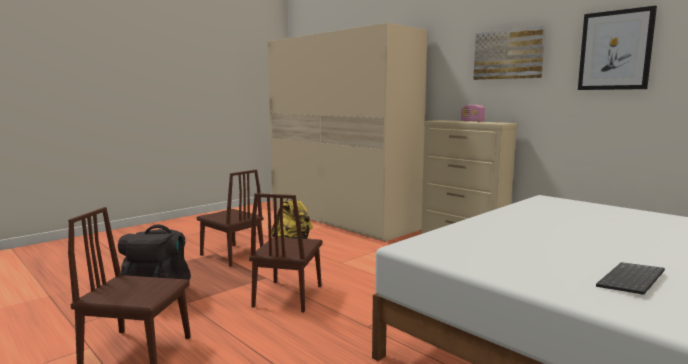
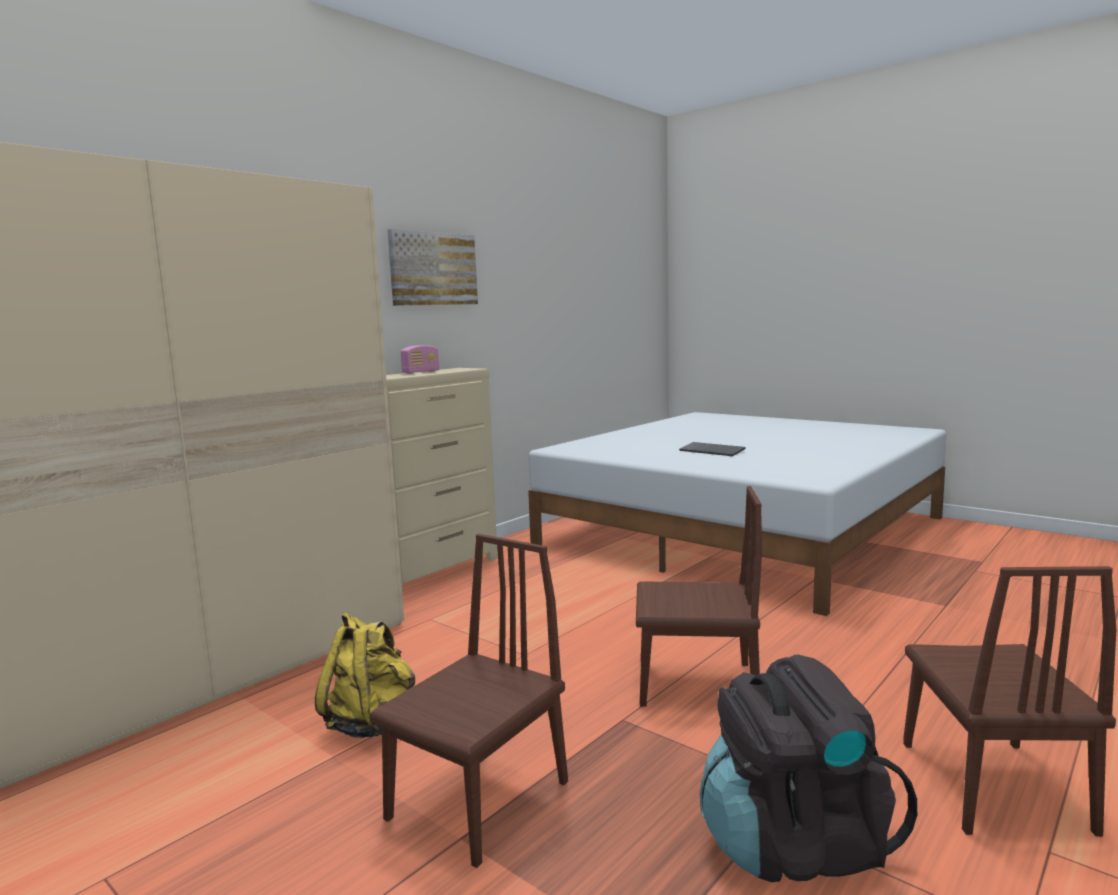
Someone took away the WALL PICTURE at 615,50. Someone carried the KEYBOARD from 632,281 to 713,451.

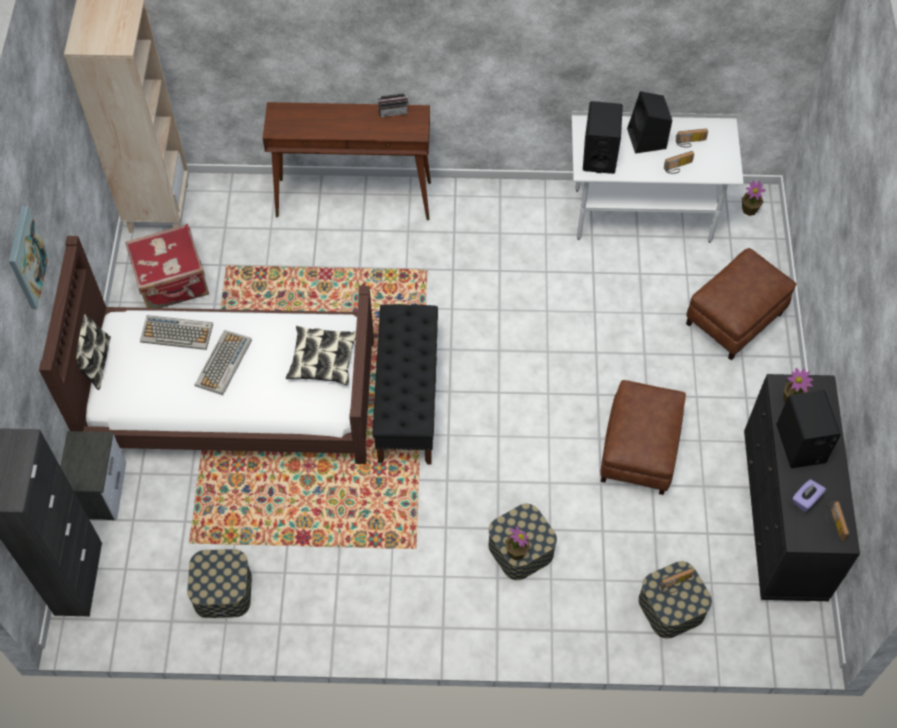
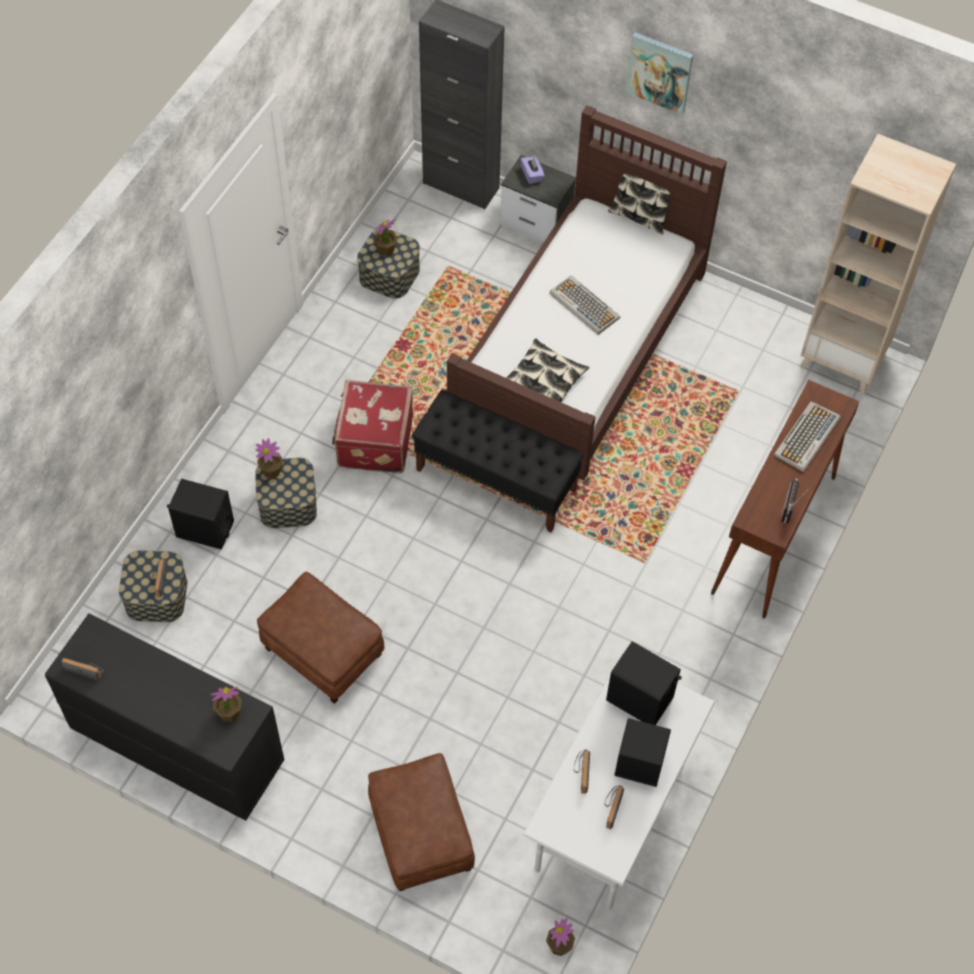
Someone carried the RED TRAVEL CASE from 173,283 to 373,441. Someone carried the KEYBOARD from 177,333 to 807,438. Someone carried the BLACK LOUDSPEAKER from 800,444 to 205,529. Someone carried the PURPLE-COLOURED BOX OF TISSUES from 805,499 to 532,175. Someone put down the HOUSEPLANT at 386,249.

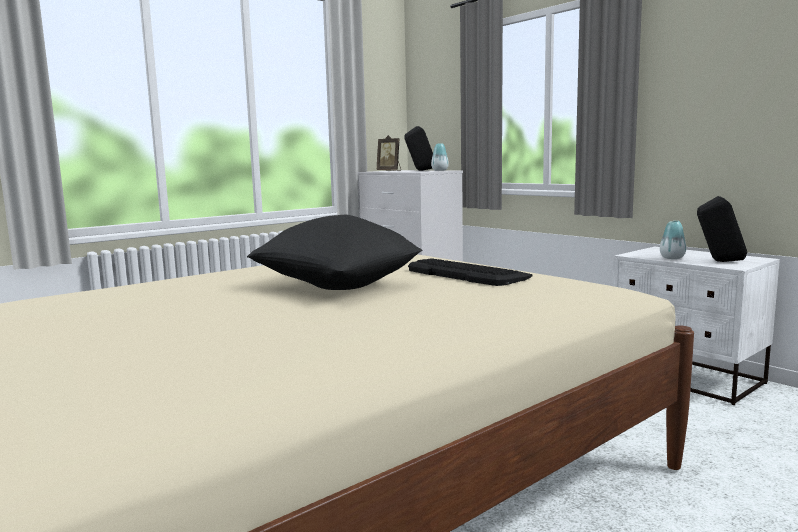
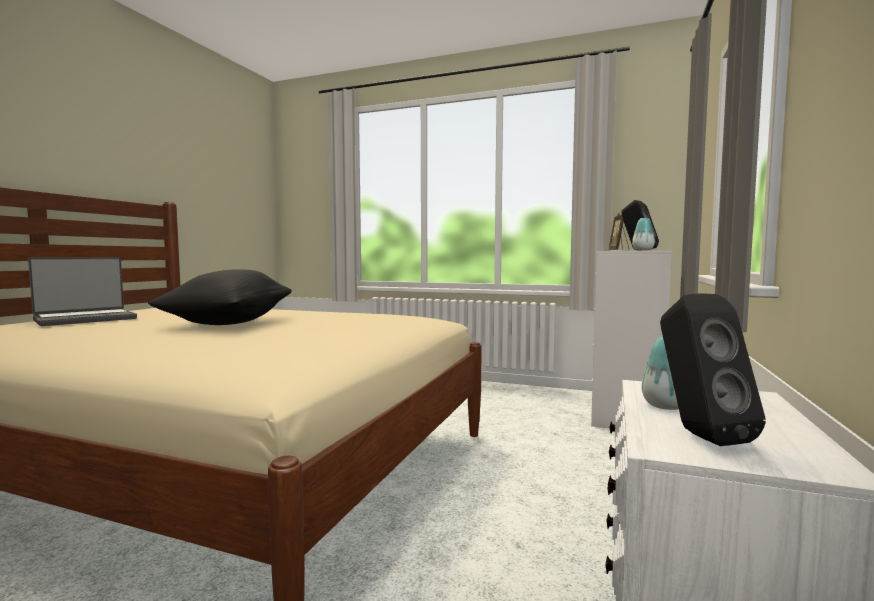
Someone took away the KEYBOARD at 467,273. Someone put down the PORTABLE COMPUTER at 85,319.

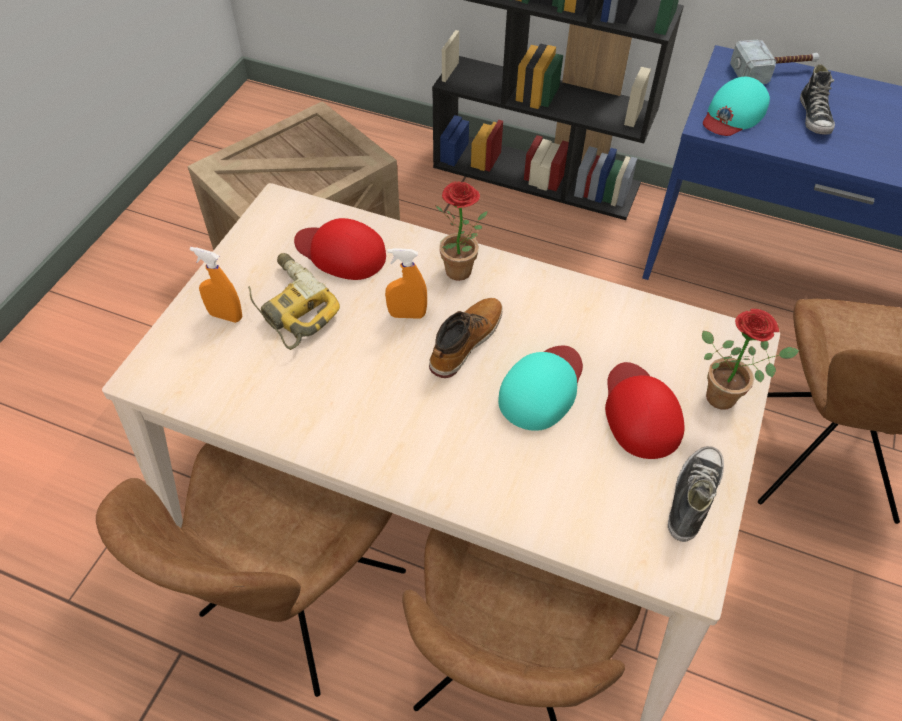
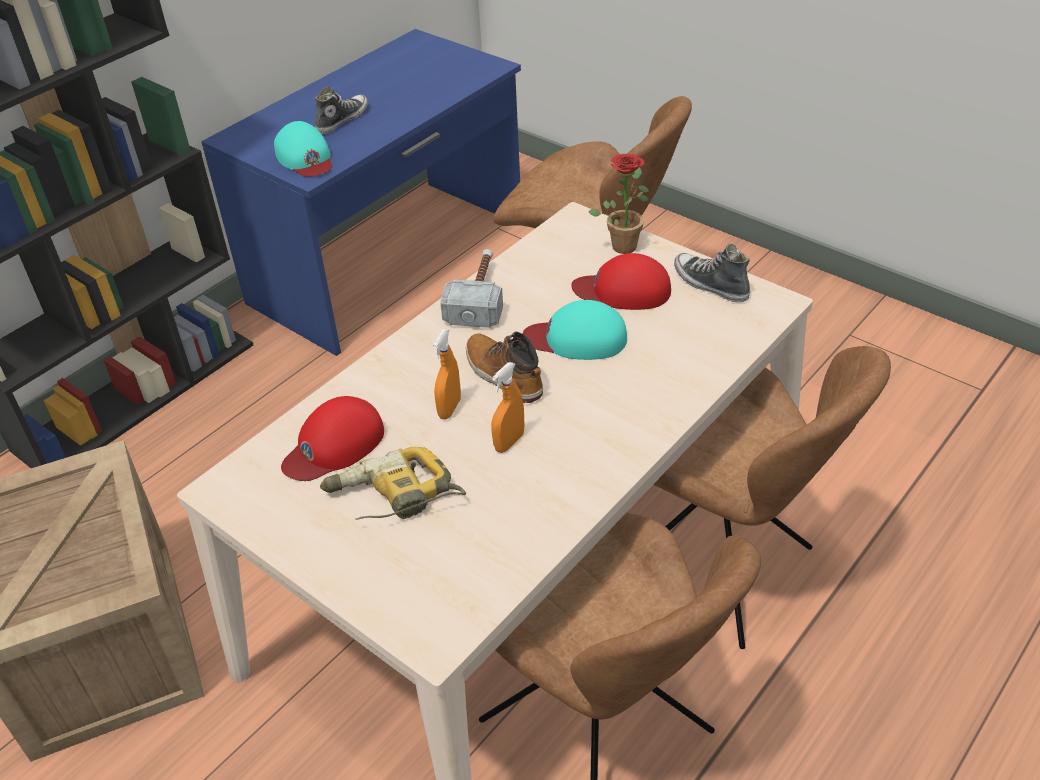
Someone carried the TOOL HAMMER from 773,71 to 479,296. Someone rotated the ITEM OF FOOTWEAR at 814,117 by 75 degrees counterclockwise. Someone took away the HOUSEPLANT at 461,275. Someone carried the ORANGEY SPRAY BOTTLE from 225,316 to 509,442. Someone rotated the TURQUOISE BASEBALL CAP at 542,388 by 45 degrees counterclockwise.

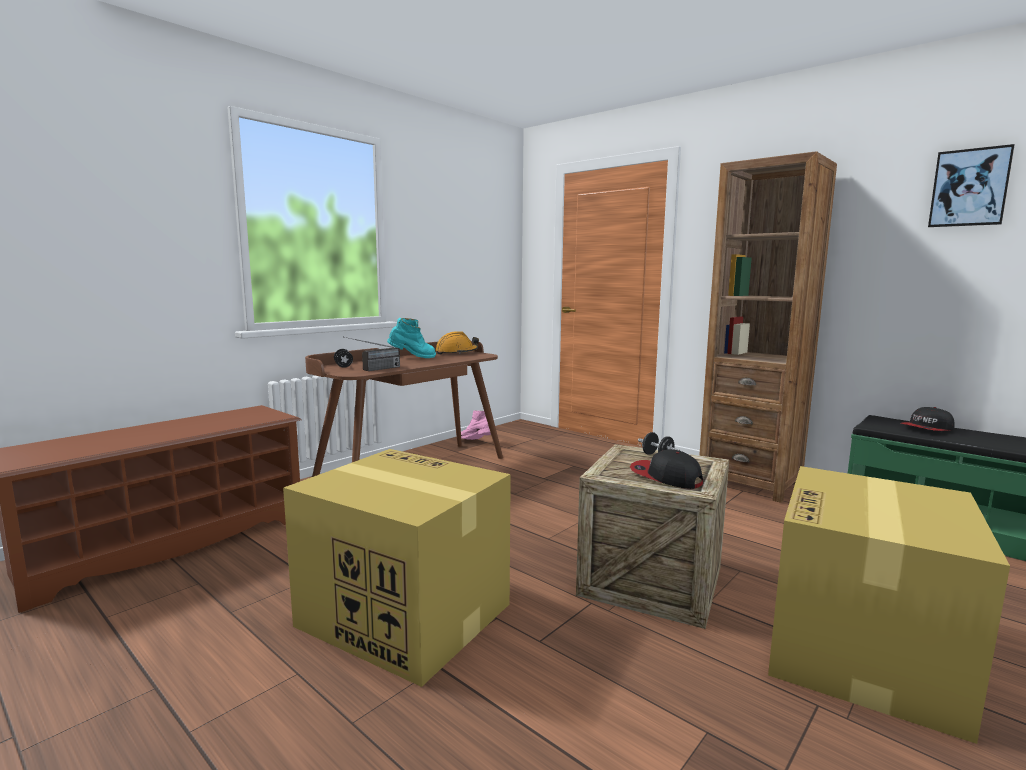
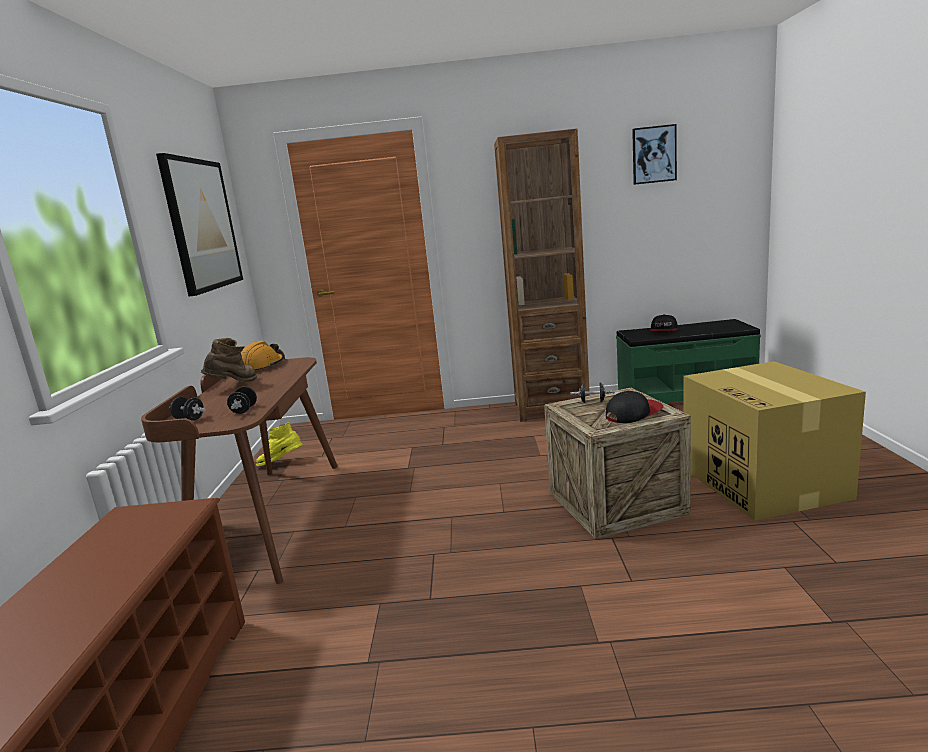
Someone repainted the TURQUOISE TALL BOOT at 412,358, which became the BROWN TALL BOOT at 234,386. Someone swapped the RADIO at 373,369 for the BLACK HAND WEIGHT at 244,410. Someone repainted the PINKISH TALL BOOT at 476,442, which became the YELLOW-COLOURED TALL BOOT at 281,463. Someone took away the CARDBOARD BOX at 402,614. Someone rotated the BASEBALL CAP at 665,477 by 150 degrees clockwise. Someone put up the WALL PICTURE at 202,225.

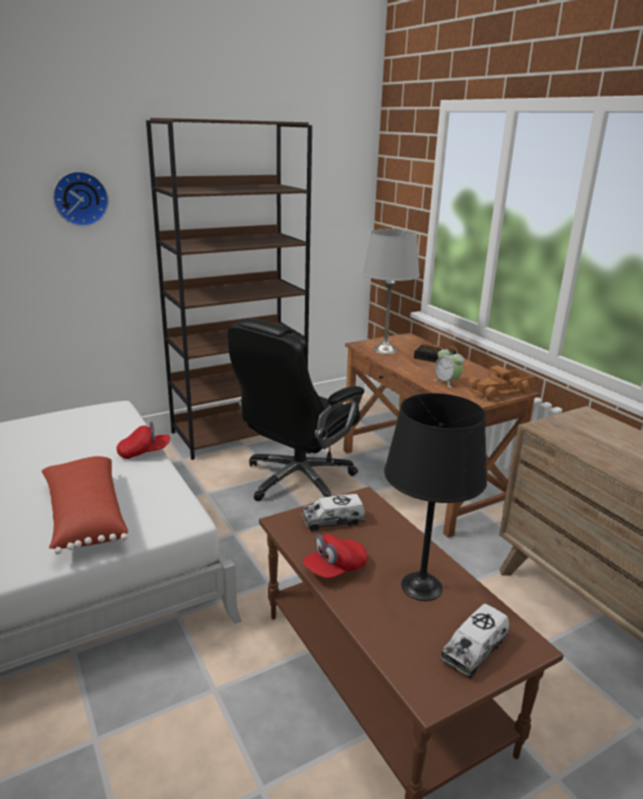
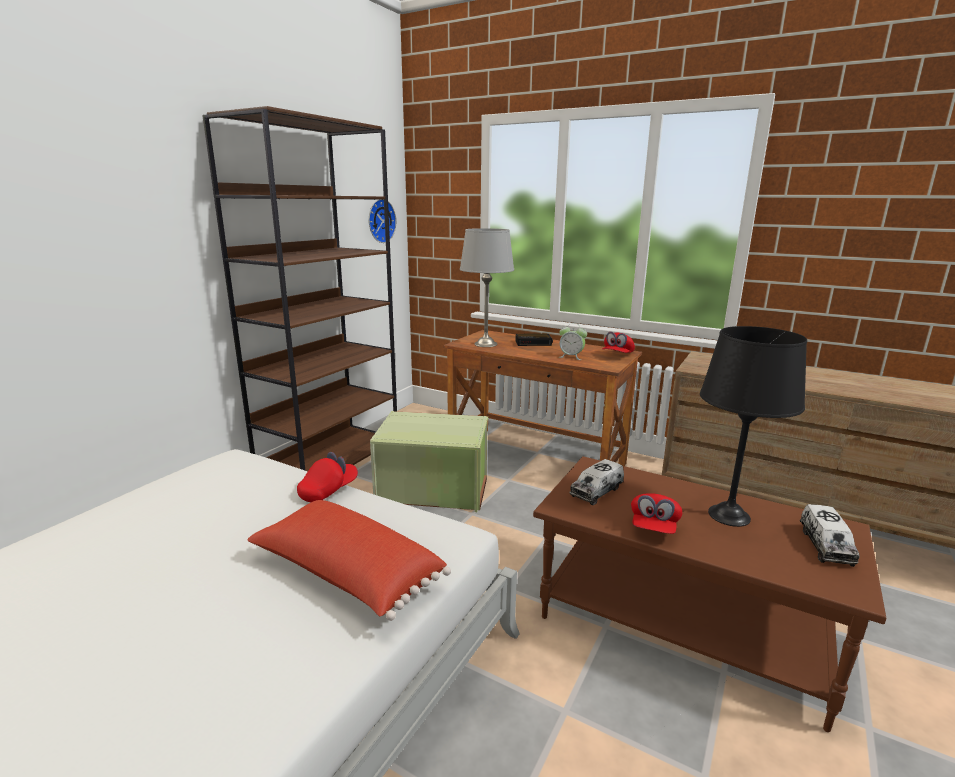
Someone carried the CLOCK ON THE WALL from 80,198 to 380,221. Someone swapped the BLACK DESK CHAIR at 297,480 for the GREENISH STORAGE BIN at 433,490. Someone swapped the TOY LORRY at 501,391 for the RED BASEBALL CAP at 617,355.

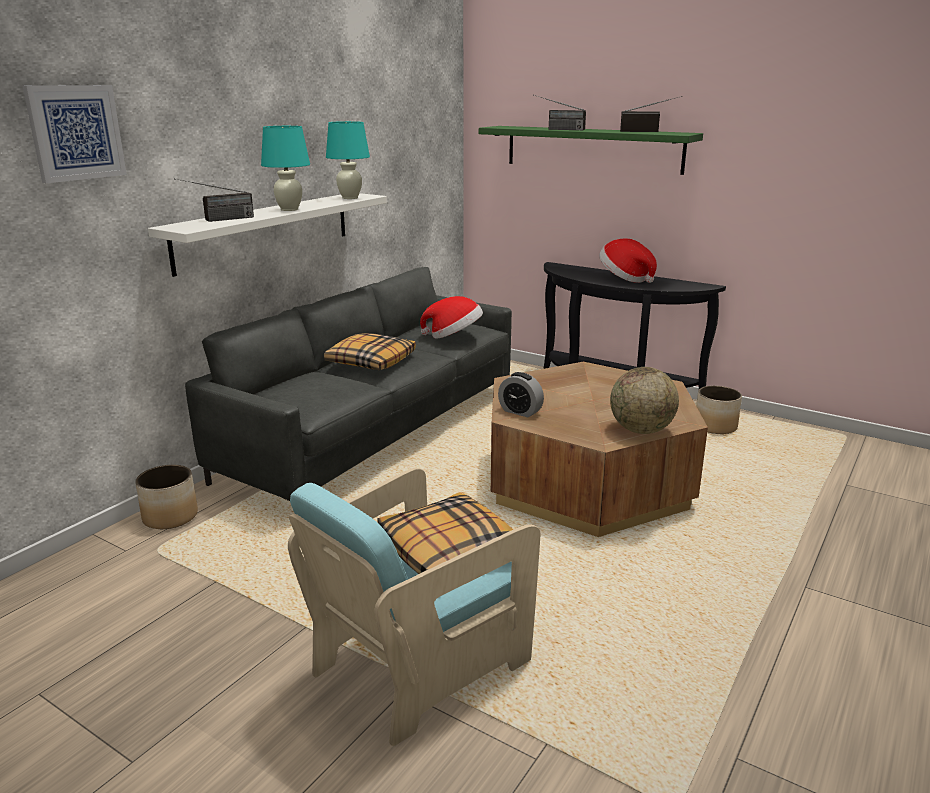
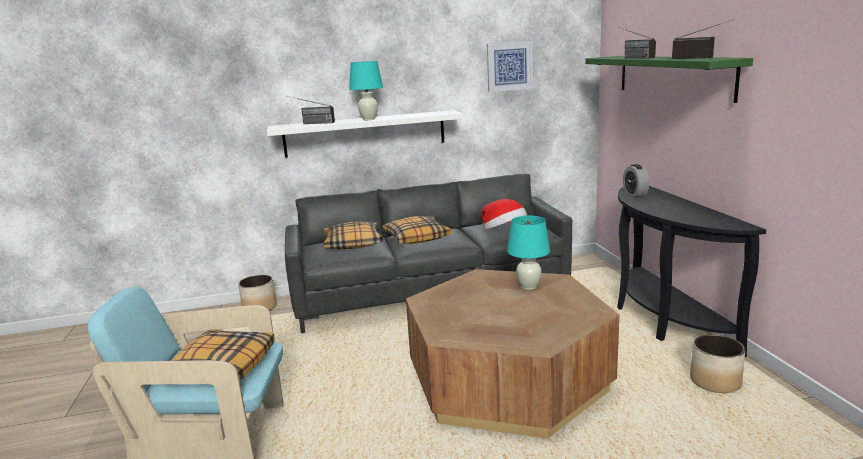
Someone carried the WALL PICTURE from 75,132 to 509,66. Someone carried the TURQUOISE TABLETOP LAMP from 350,198 to 529,286. Someone took away the WEARABLE HAT at 625,278. Someone took away the WORLD GLOBE at 641,430. Someone carried the BEDSIDE CLOCK from 520,411 to 635,193. Someone put down the CUSHION at 353,244.

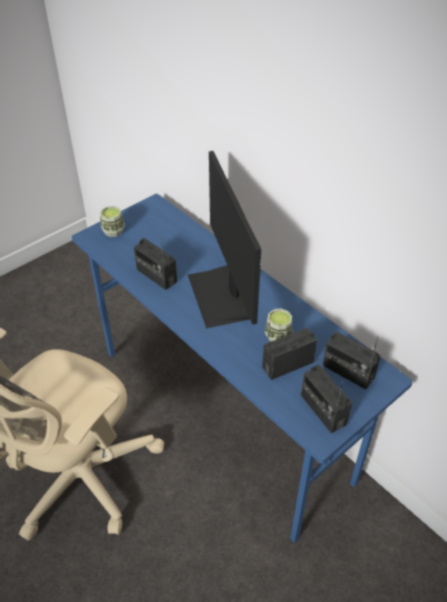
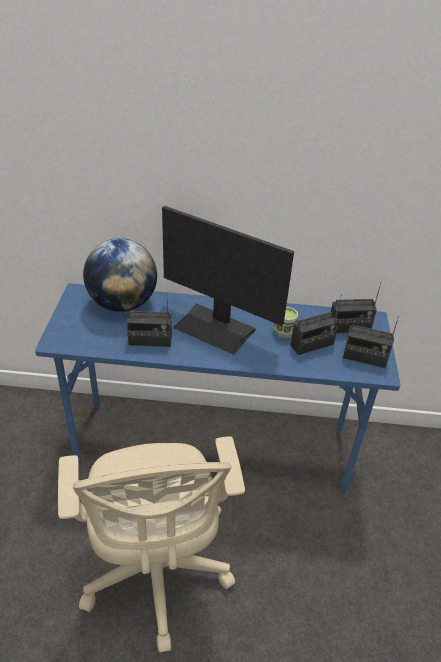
Someone took away the SMALL CUP at 113,231. Someone rotated the RADIO at 287,364 by 135 degrees counterclockwise. Someone put down the WORLD GLOBE at 122,304.

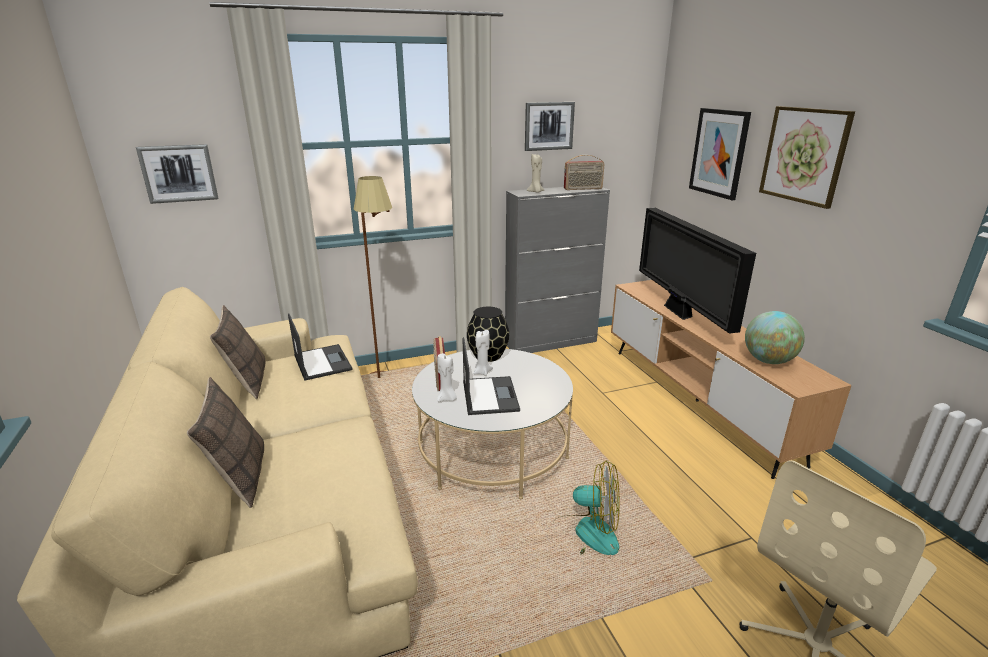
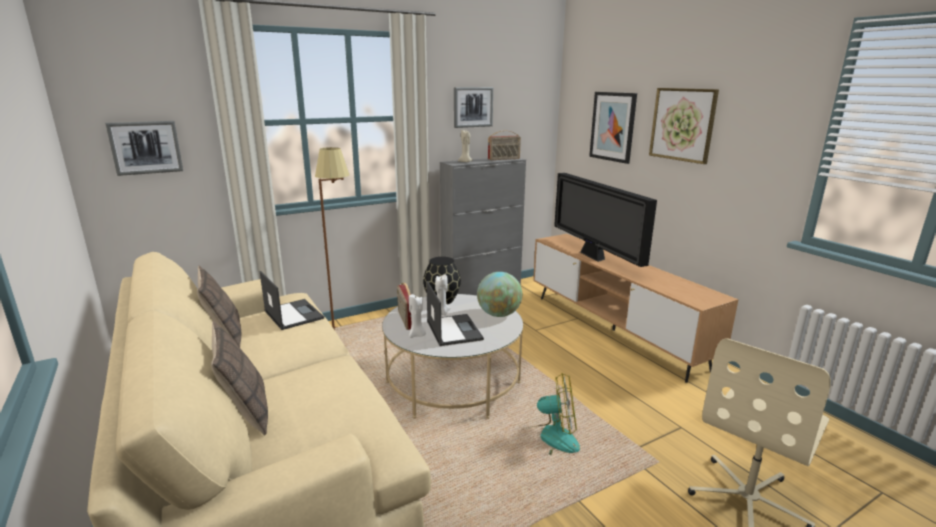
Someone carried the WORLD GLOBE from 768,361 to 498,314.

